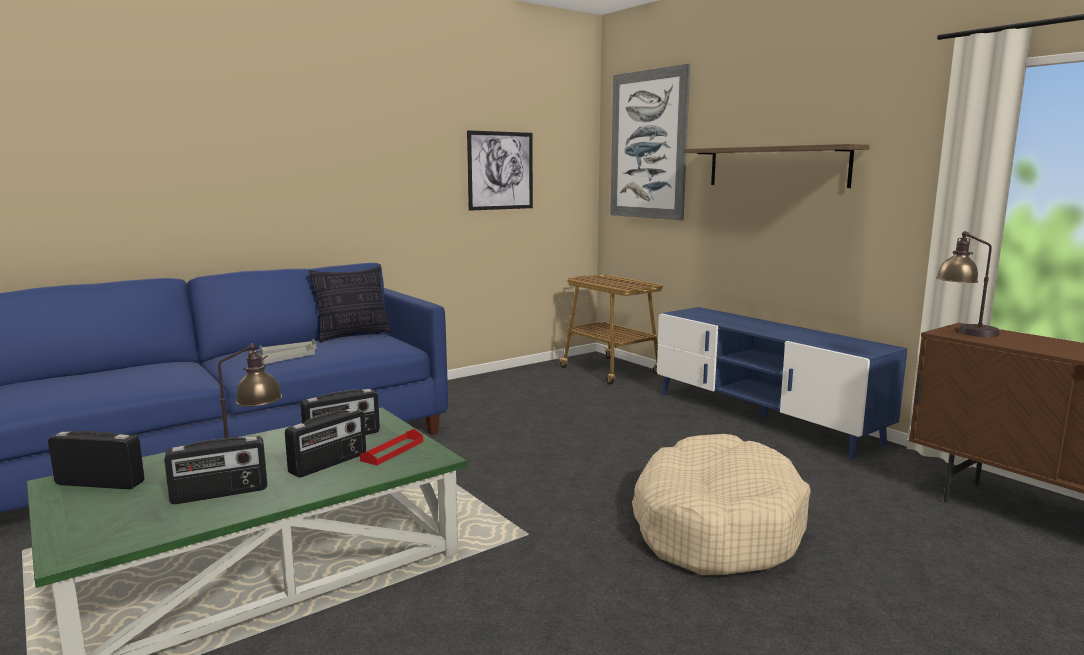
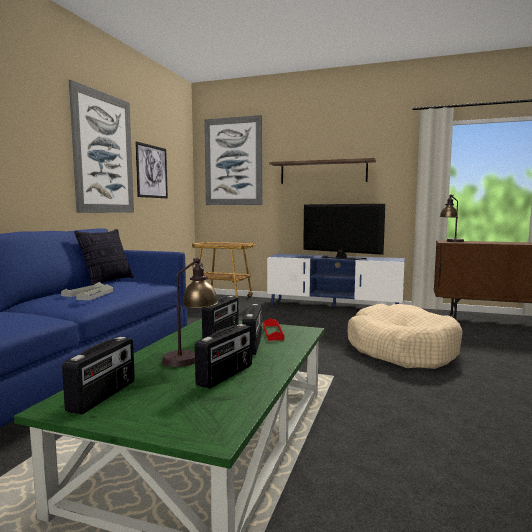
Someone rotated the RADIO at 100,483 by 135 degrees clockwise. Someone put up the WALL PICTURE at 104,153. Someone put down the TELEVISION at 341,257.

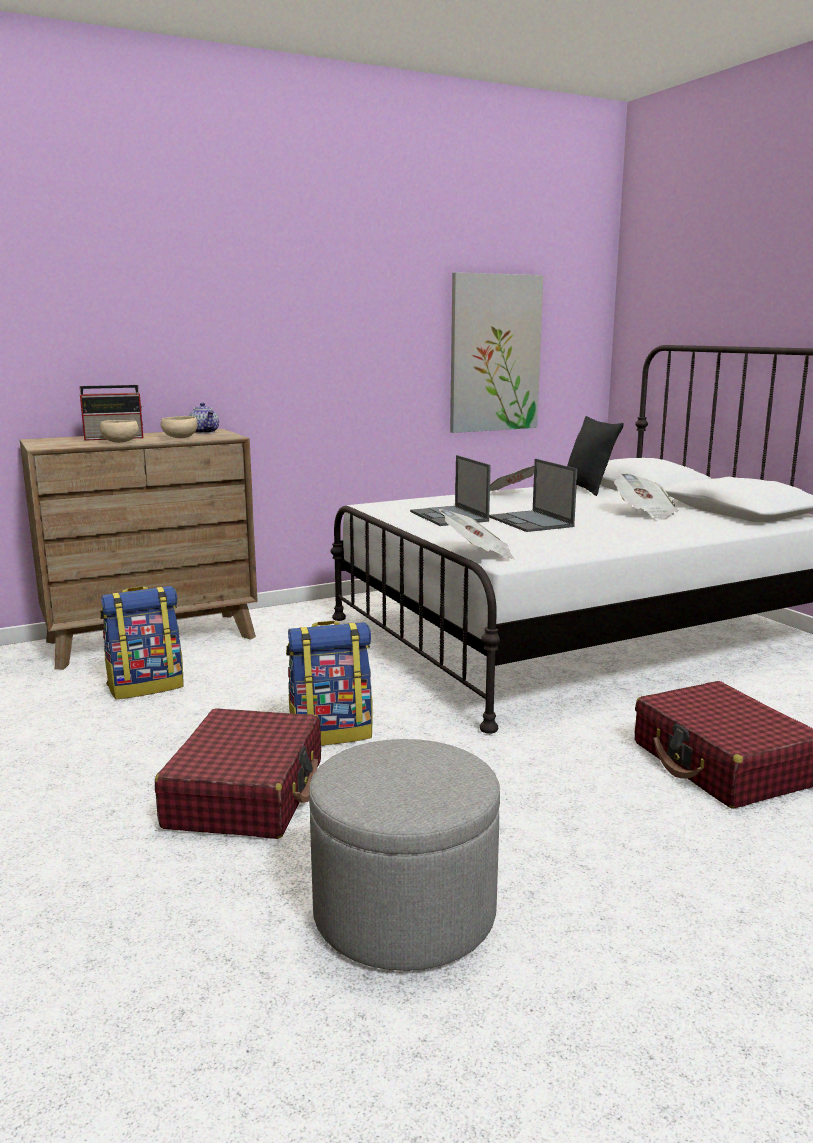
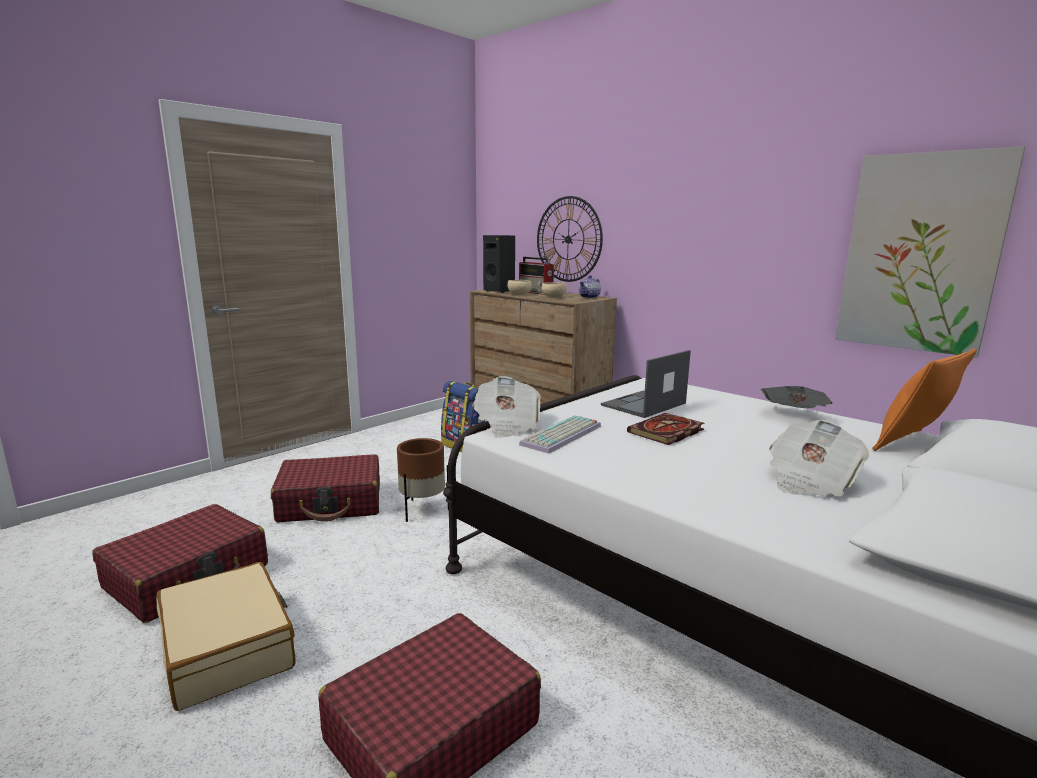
Someone repainted the BLACK CUSHION at 587,489, which became the ORANGEY CUSHION at 913,444. Someone swapped the PORTABLE COMPUTER at 531,522 for the BOUND BOOK at 666,432. Someone swapped the KNAPSACK at 331,733 for the BROWN FLOWER POT at 423,510. Someone swapped the GRAY FOOTREST at 404,912 for the RED TRAVEL CASE at 188,577. Someone put up the CLOCK ON THE WALL at 568,239. Someone put down the BLACK LOUDSPEAKER at 500,291. Someone put down the KEYBOARD at 562,436. Someone put down the BEIGE-COLOURED TRAVEL CASE at 228,648.

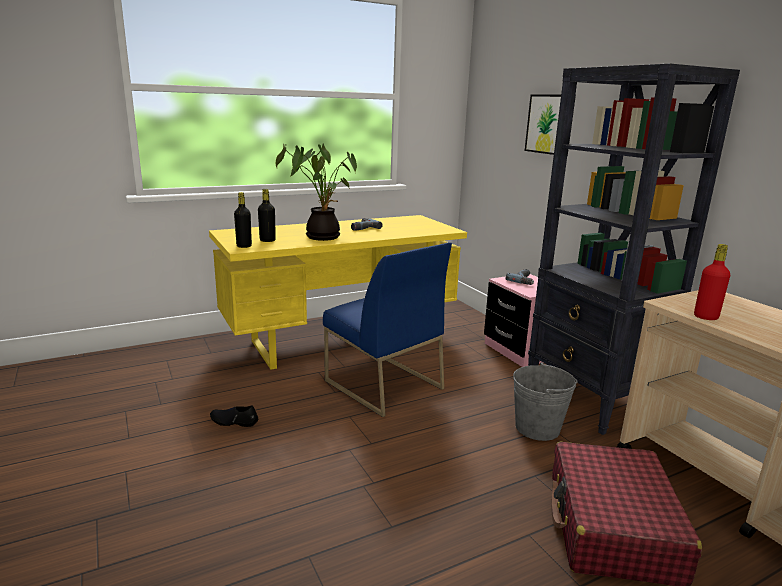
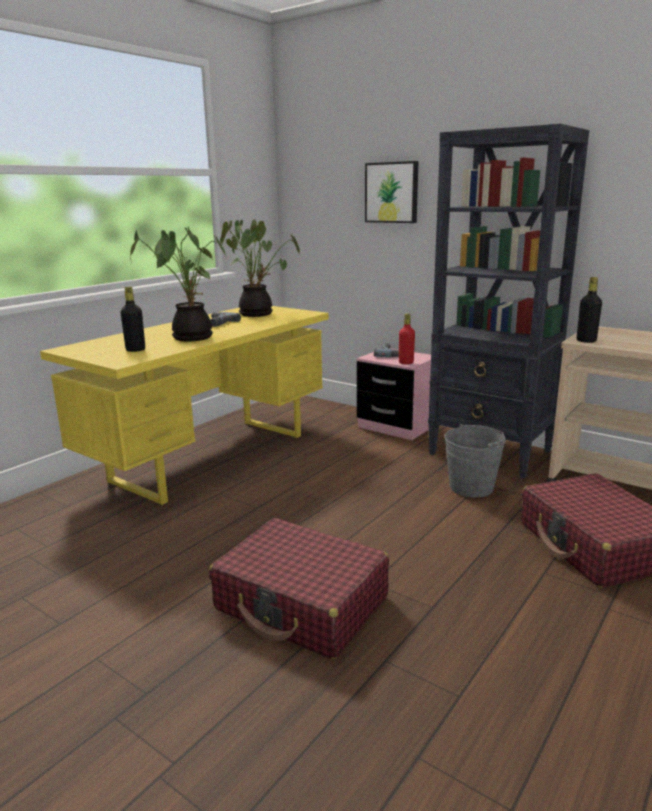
Someone carried the BLACK BOTTLE from 244,246 to 586,341. Someone took away the BLUE-COLOURED CHAIR at 382,384. Someone carried the RED BOTTLE from 705,317 to 406,362. Someone took away the BLACK ITEM OF FOOTWEAR at 234,421. Someone put down the HOUSEPLANT at 258,313. Someone put down the RED TRAVEL CASE at 302,604.

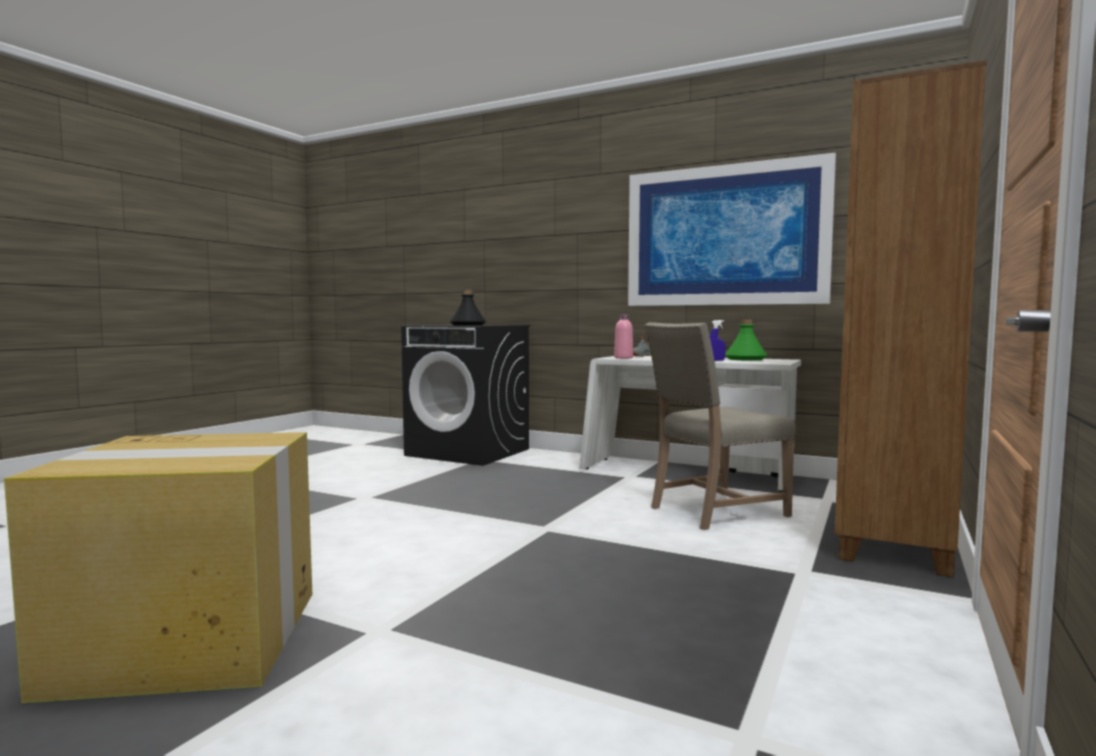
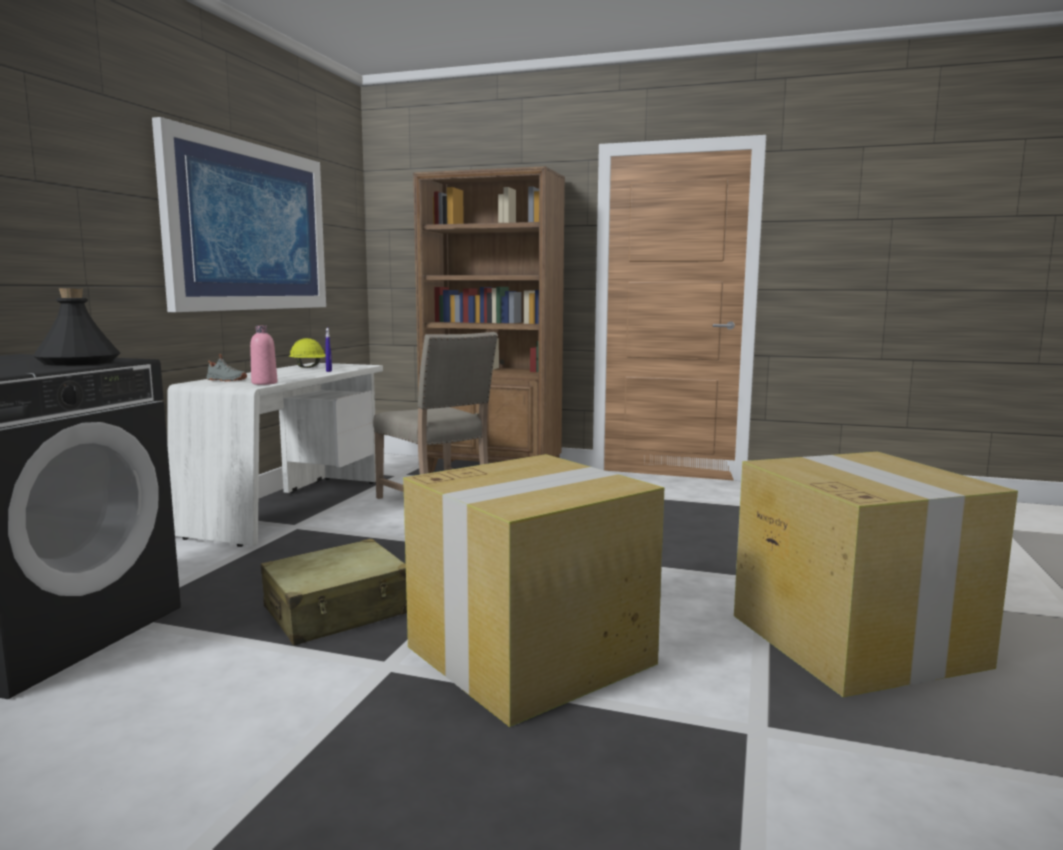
Someone swapped the GREENISH BOTTLE at 745,359 for the YELLOW-COLOURED SAFETY HELMET at 310,367. Someone put down the CARDBOARD BOX at 532,654. Someone put down the BEIGE-COLOURED TRAVEL CASE at 338,611.

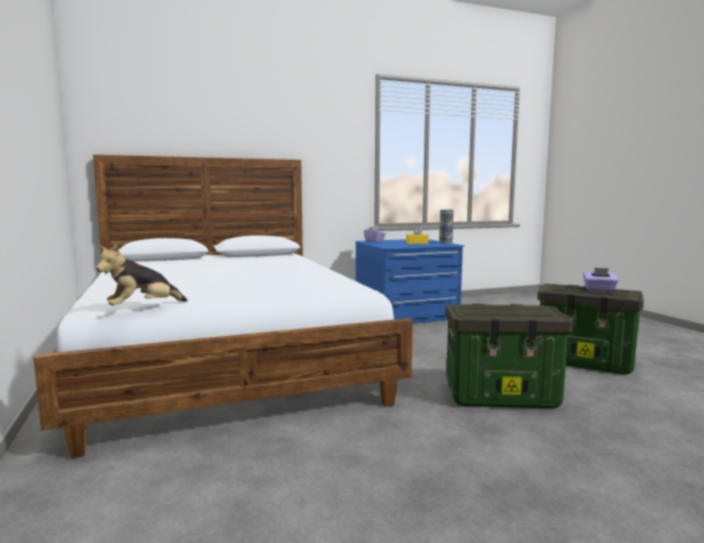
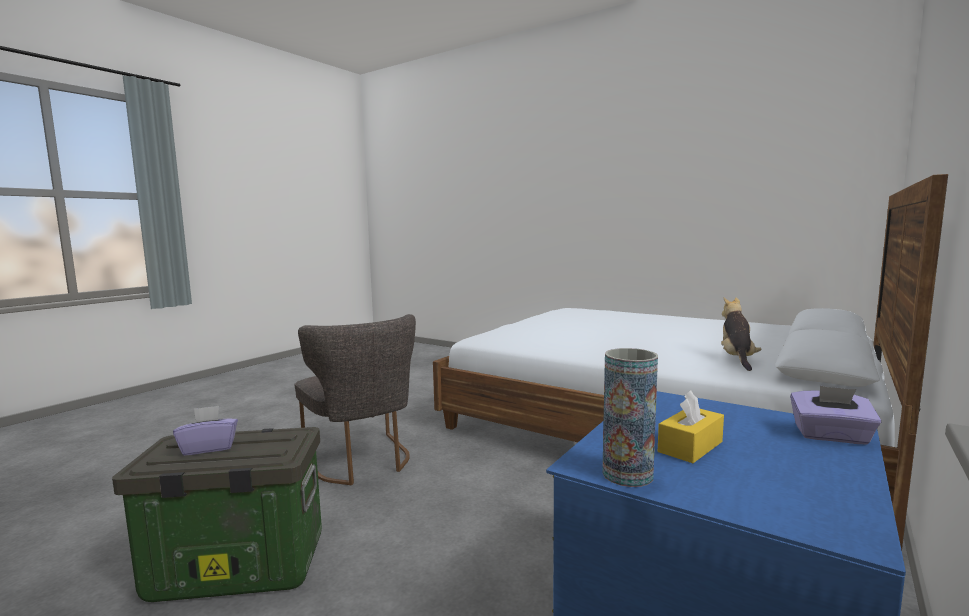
Someone carried the CUDDLY TOY from 142,308 to 737,359. Someone swapped the STORAGE BIN at 502,396 for the GRAY CHAIR at 362,462.

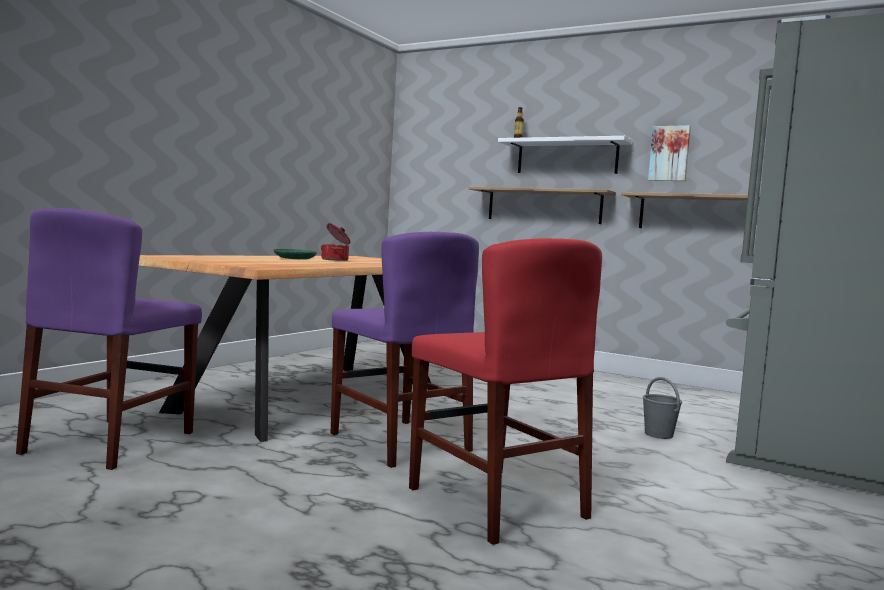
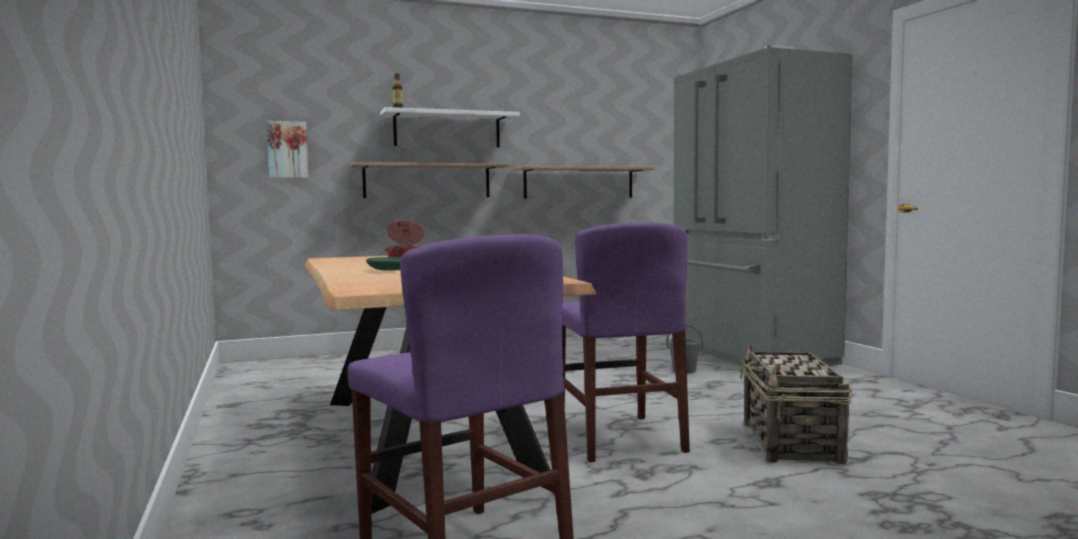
Someone carried the WALL PICTURE from 669,153 to 287,150. Someone rotated the PURPLE-COLOURED CHAIR at 399,442 by 75 degrees clockwise. Someone swapped the RED CHAIR at 495,502 for the BASKET at 791,443.

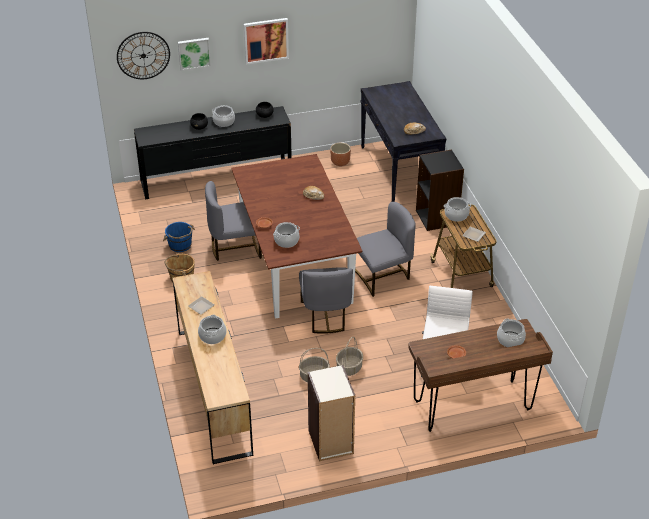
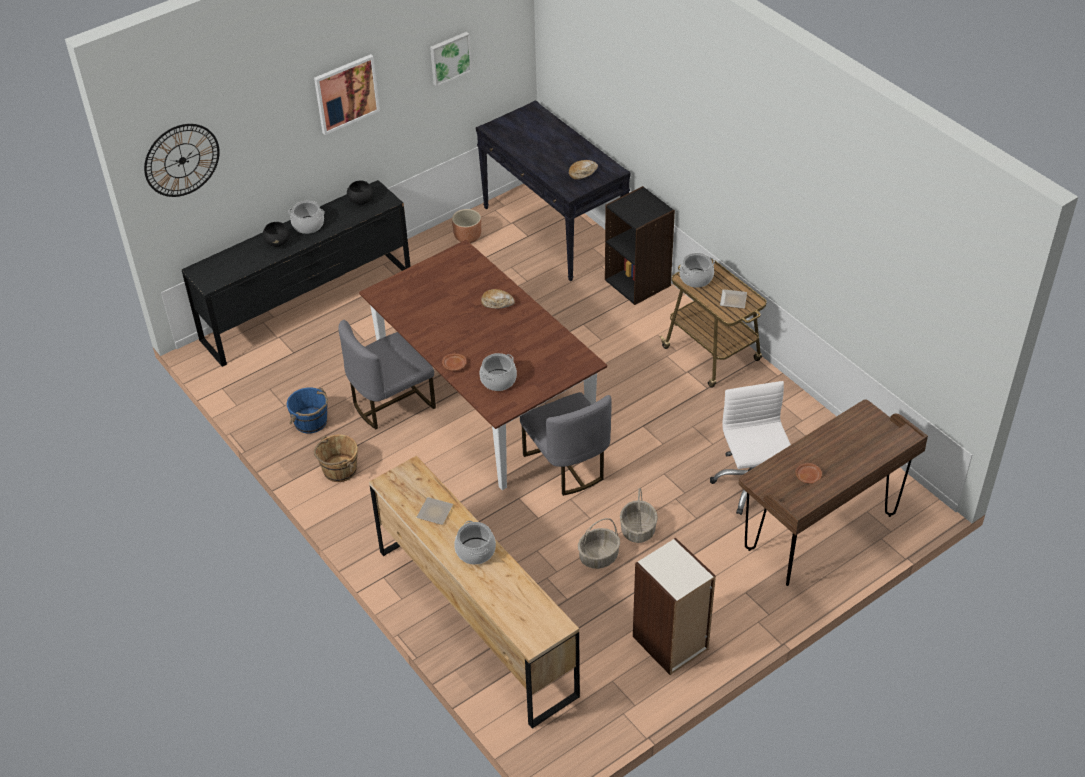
Someone carried the WALL PICTURE from 194,53 to 449,58. Someone took away the GRAY CHAIR at 383,276. Someone took away the SAUCEPOT at 510,340.

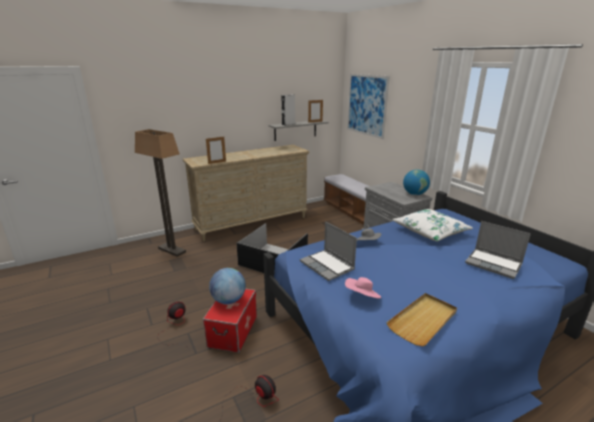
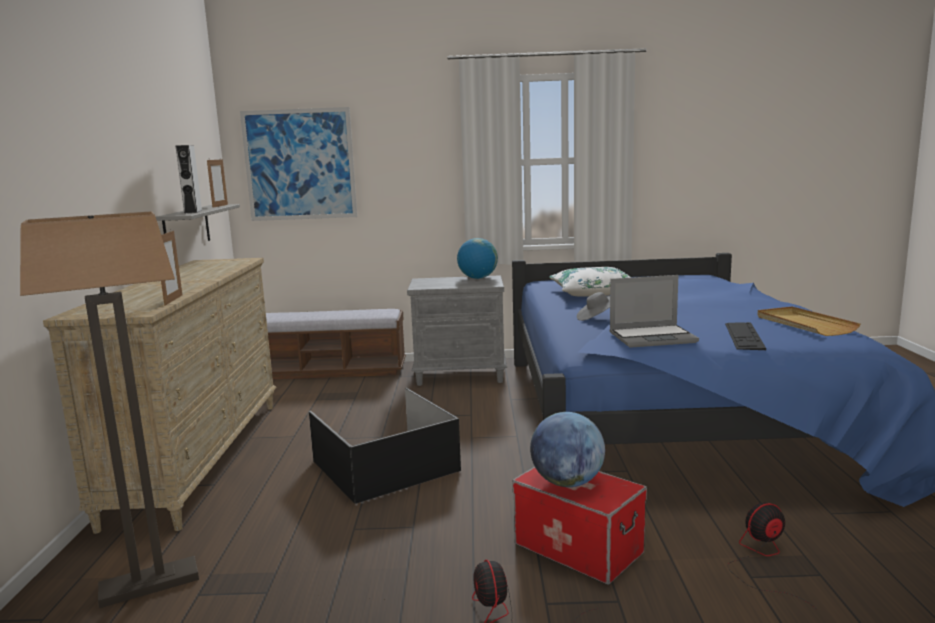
Someone took away the PORTABLE COMPUTER at 494,264. Someone swapped the PINKISH WEARABLE HAT at 362,297 for the KEYBOARD at 744,336.

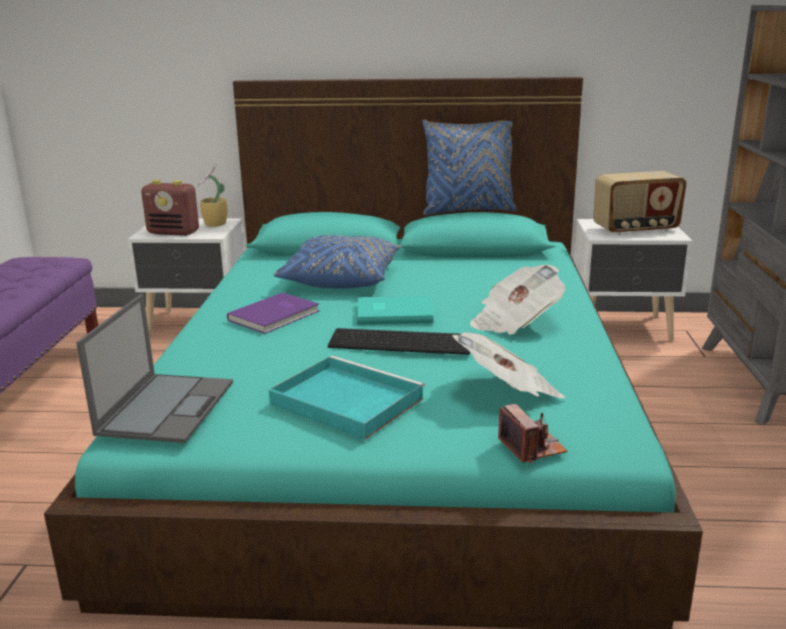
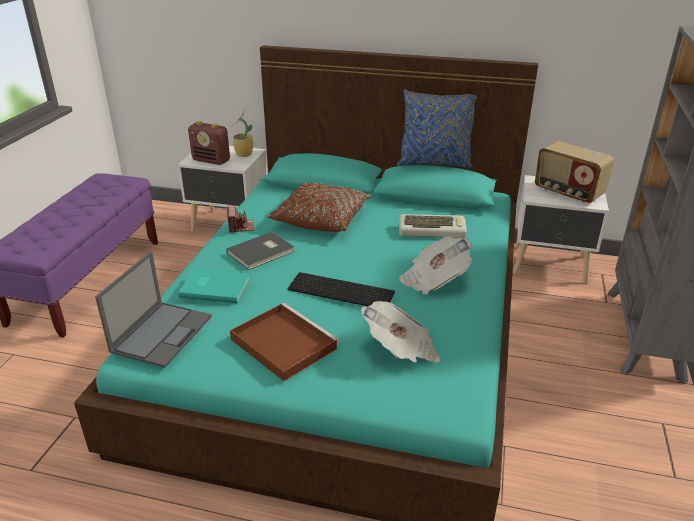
Someone rotated the RADIO at 636,229 by 45 degrees clockwise. Someone repainted the BLUE-COLOURED CUSHION at 341,279, which became the BROWN CUSHION at 321,219. Someone repainted the PURPLE-COLOURED BOUND BOOK at 276,315, which became the GRAY BOUND BOOK at 262,252. Someone carried the TURQUOISE BOUND BOOK from 393,313 to 215,287. Someone repainted the TURQUOISE SERVING TRAY at 344,401, which became the BROWN SERVING TRAY at 281,343. Someone carried the PHOTO CAMERA from 532,447 to 240,227. Someone put down the KEYBOARD at 432,231.

